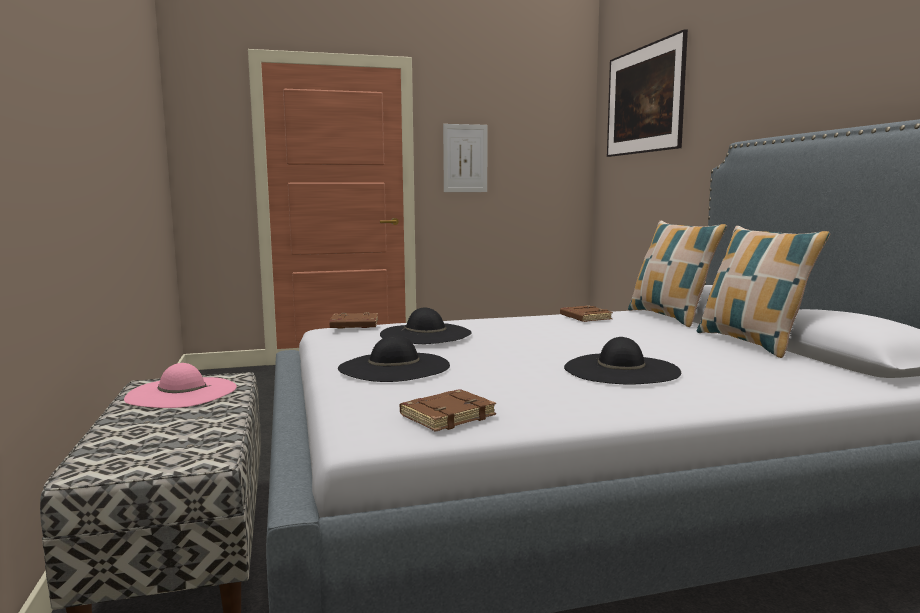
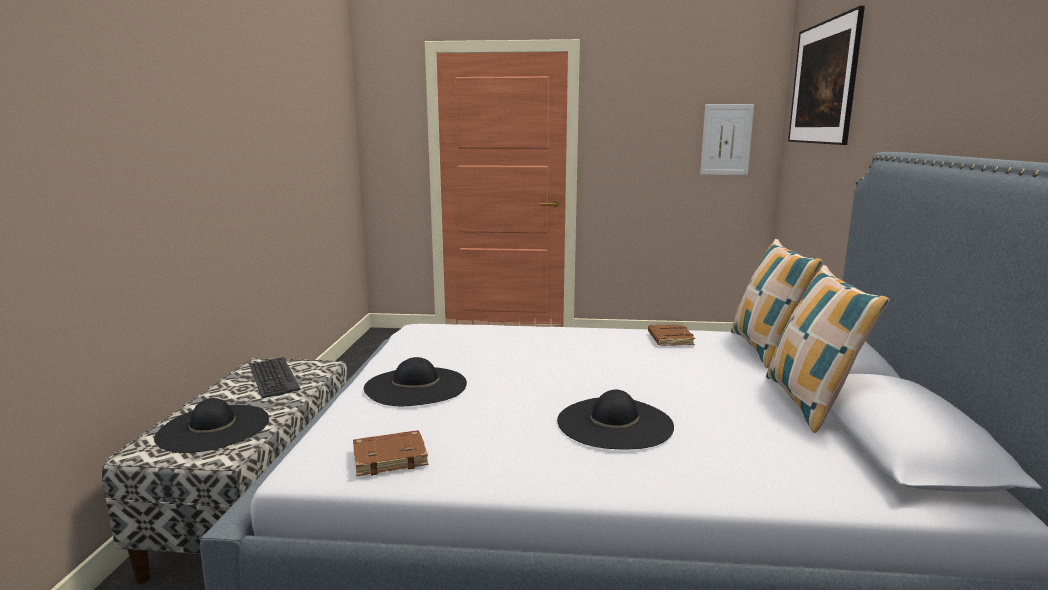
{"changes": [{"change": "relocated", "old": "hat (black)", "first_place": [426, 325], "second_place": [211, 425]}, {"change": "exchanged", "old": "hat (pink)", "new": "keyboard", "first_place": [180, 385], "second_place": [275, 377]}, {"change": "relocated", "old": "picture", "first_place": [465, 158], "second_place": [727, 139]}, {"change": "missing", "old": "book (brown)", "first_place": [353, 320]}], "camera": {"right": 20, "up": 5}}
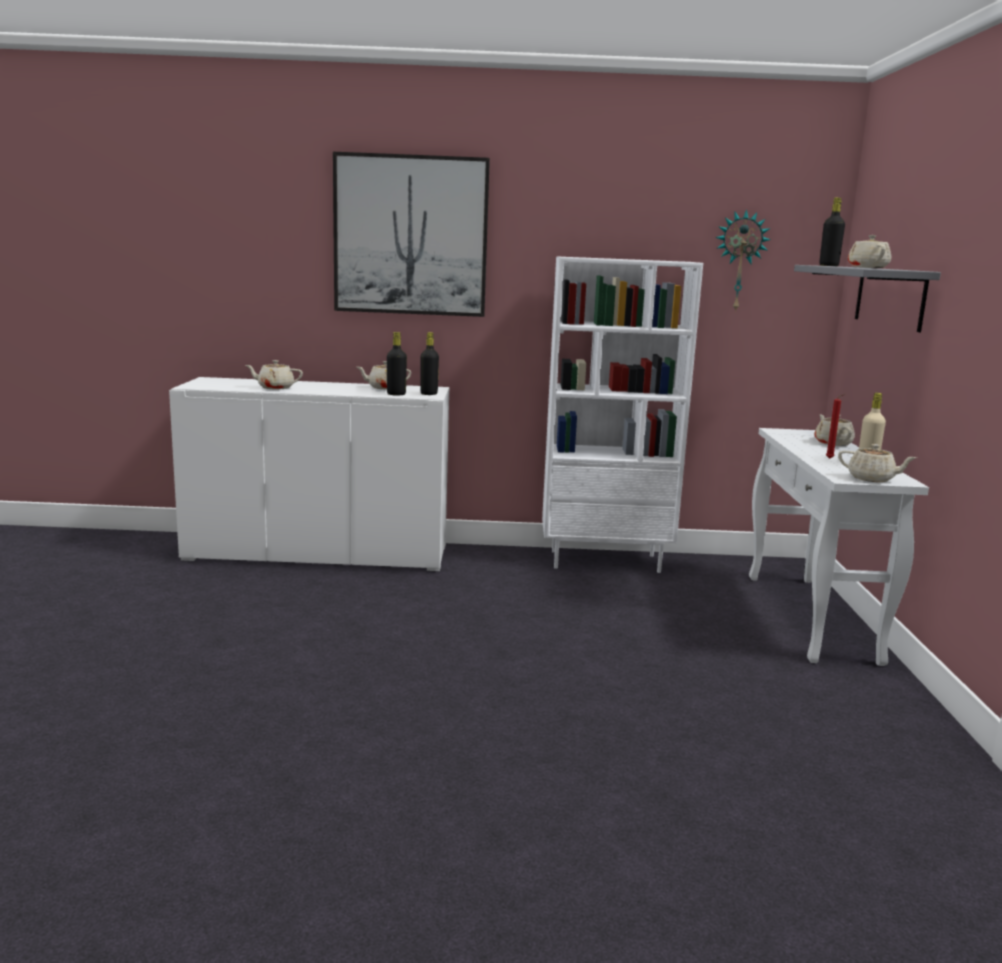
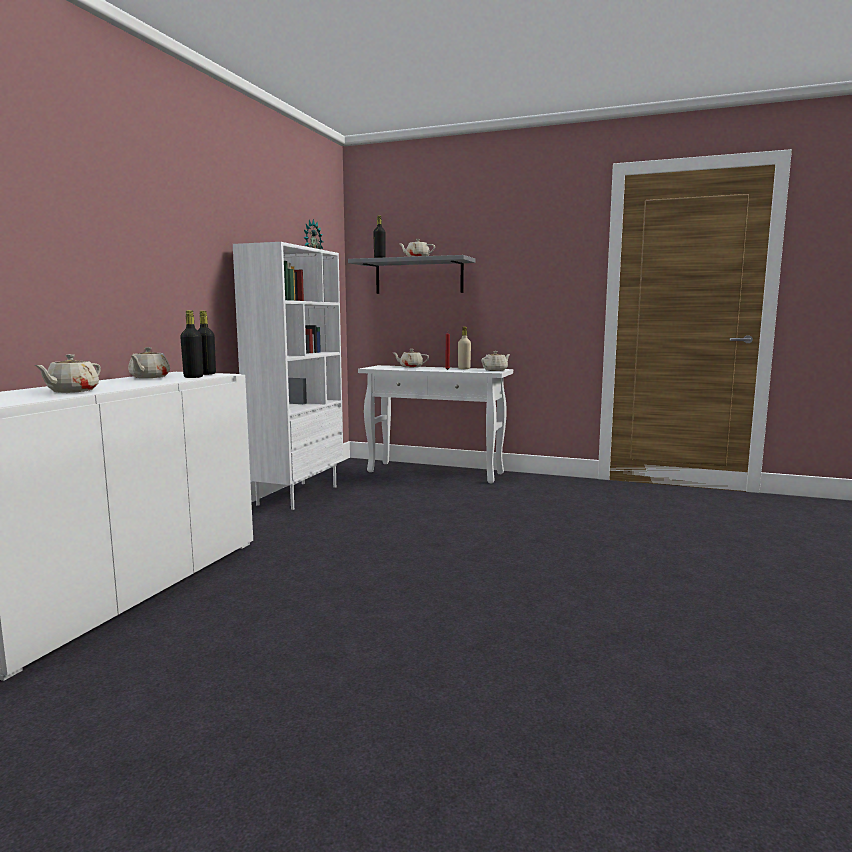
{"changes": [{"change": "missing", "old": "picture", "first_place": [411, 234]}], "camera": {"right": -70, "up": -5}}
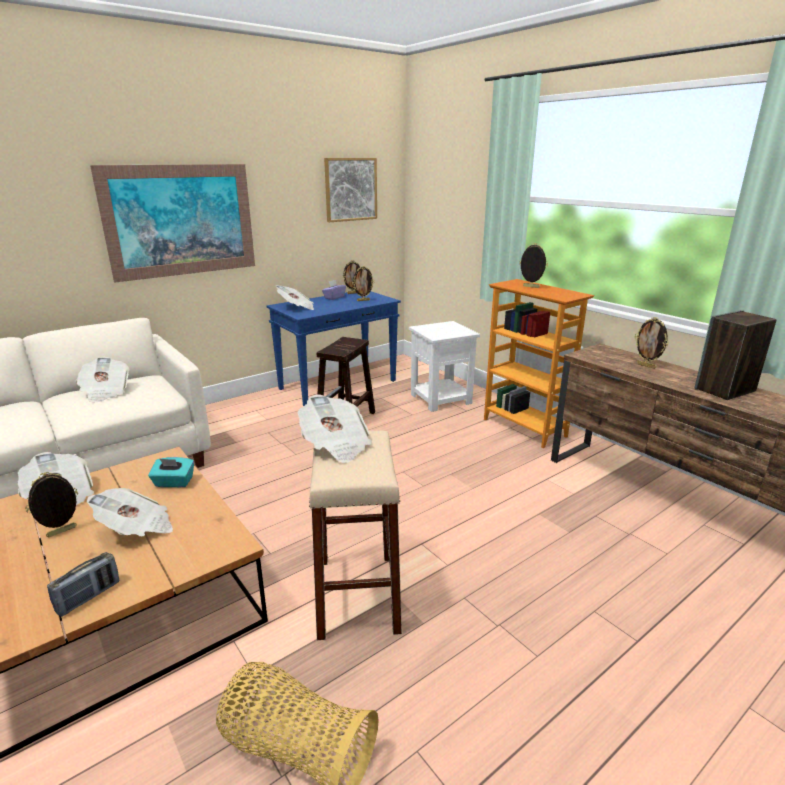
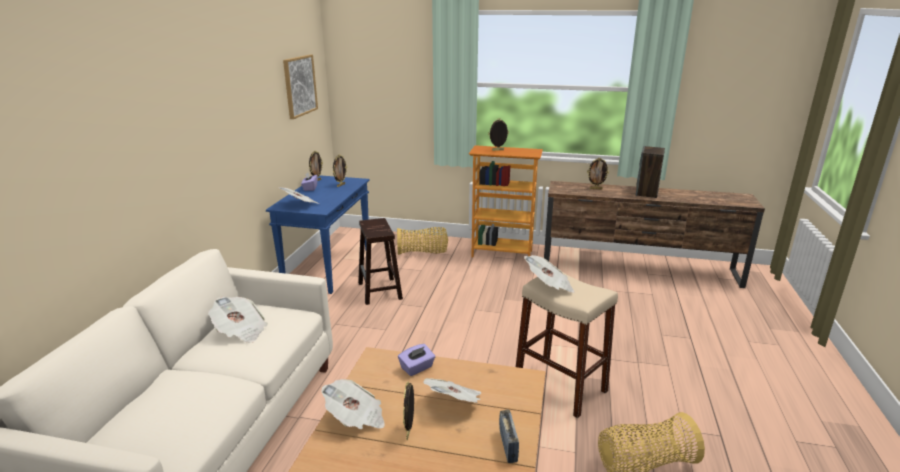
{"changes": [{"change": "exchanged", "old": "side table (white)", "new": "basket", "first_place": [444, 366], "second_place": [422, 241]}, {"change": "colour", "old": "tissue box (turquoise)", "new": "tissue box (purple)", "first_place": [171, 472], "second_place": [416, 360]}, {"change": "missing", "old": "picture", "first_place": [172, 223]}], "camera": {"right": -40, "up": 0}}
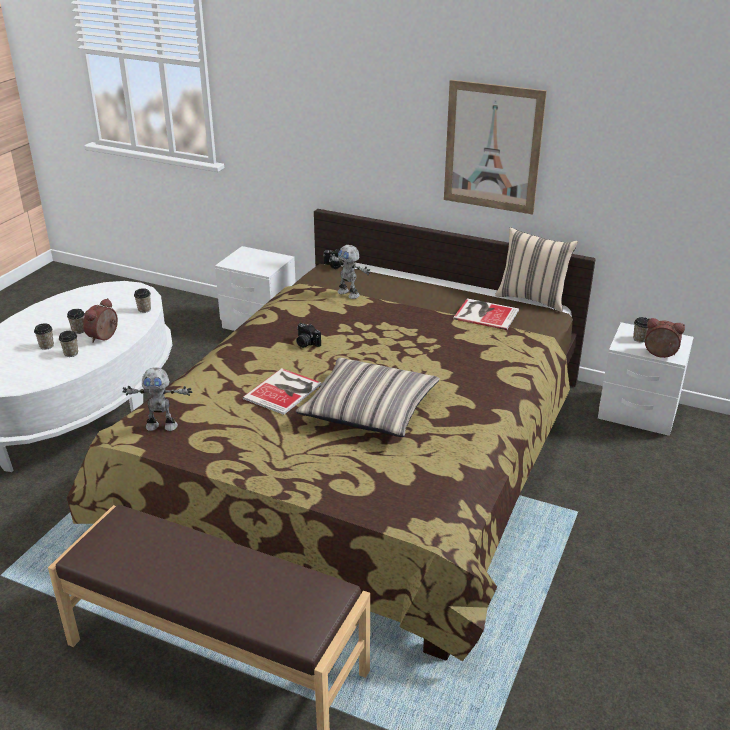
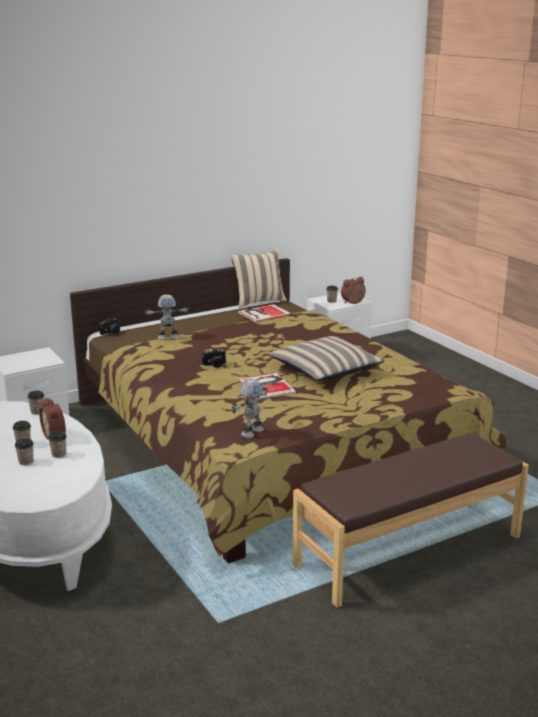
{"changes": [{"change": "missing", "old": "picture", "first_place": [495, 147]}], "camera": {"right": -55, "up": -10}}
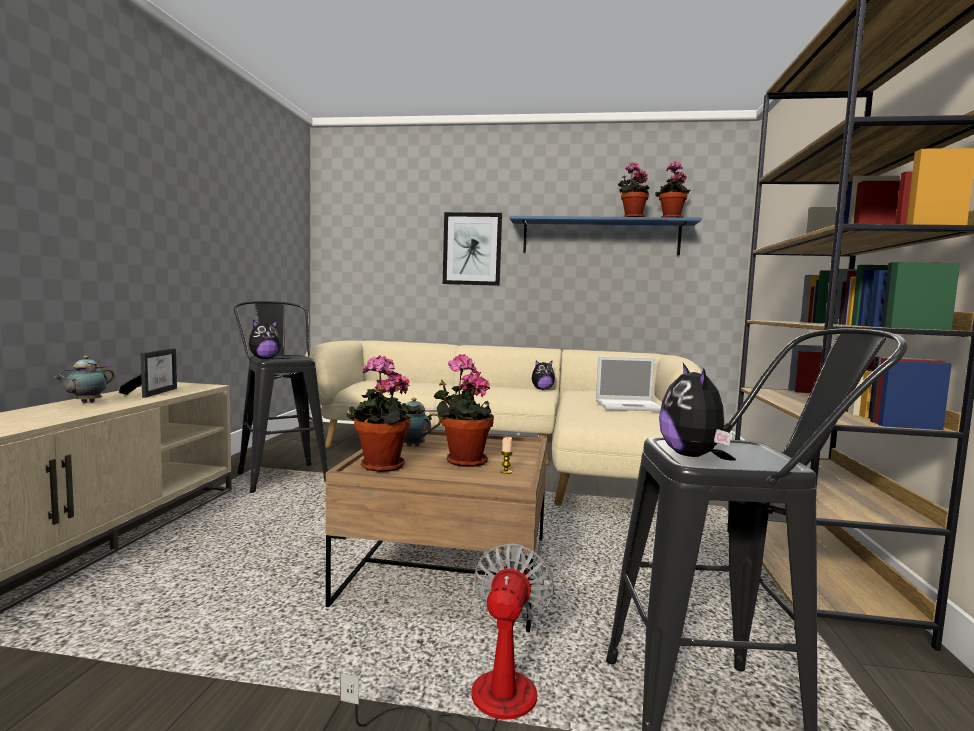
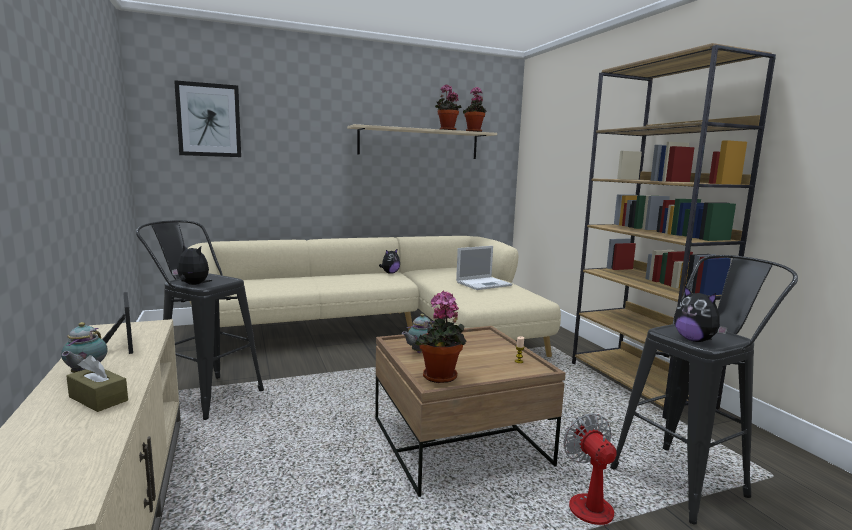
{"changes": [{"change": "appeared", "new": "tissue box (brown)", "second_place": [97, 383]}, {"change": "spun", "old": "plush toy", "first_place": [265, 339], "second_place": [190, 264], "degrees": -90}, {"change": "relocated", "old": "picture", "first_place": [472, 249], "second_place": [207, 118]}, {"change": "colour", "old": "shelf (blue)", "new": "shelf (beige)", "first_place": [605, 235], "second_place": [422, 141]}, {"change": "missing", "old": "potted plant", "first_place": [464, 410]}], "camera": {"right": -30, "up": 5}}
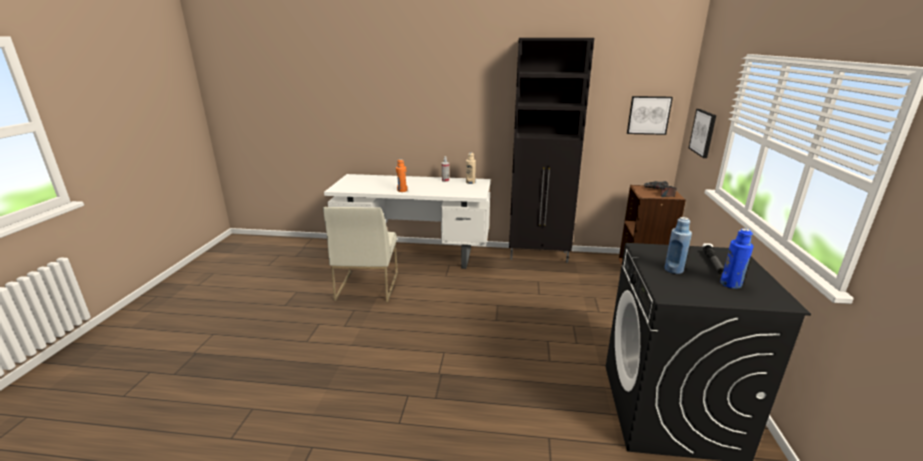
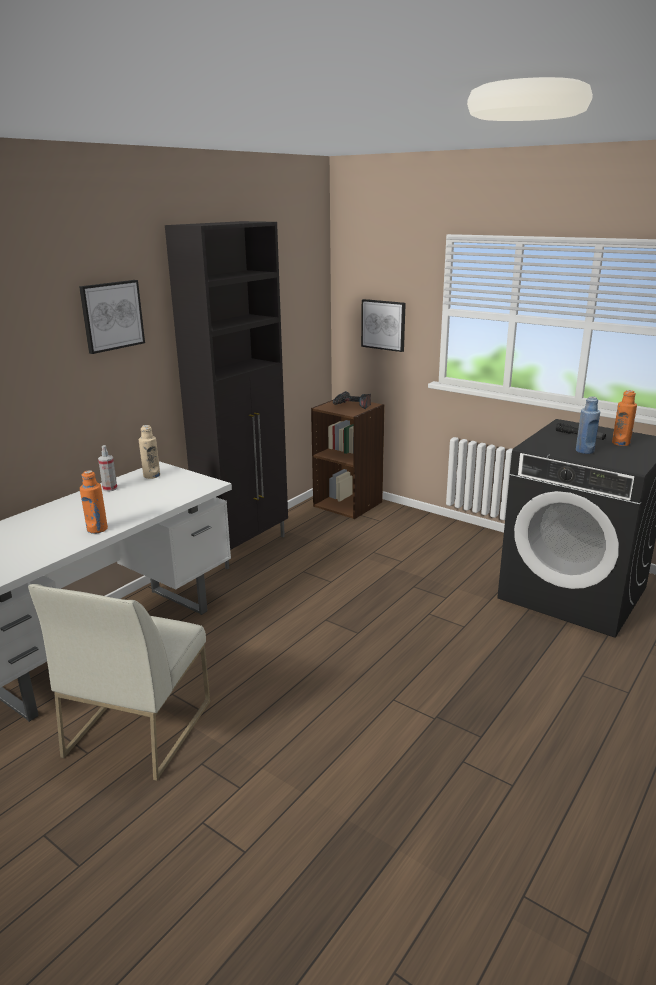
{"changes": [{"change": "spun", "old": "chair (white)", "first_place": [360, 254], "second_place": [119, 682], "degrees": 75}, {"change": "relocated", "old": "picture", "first_place": [650, 115], "second_place": [112, 317]}, {"change": "colour", "old": "bottle (blue)", "new": "bottle (orange)", "first_place": [737, 258], "second_place": [624, 418]}], "camera": {"right": -60, "up": 0}}
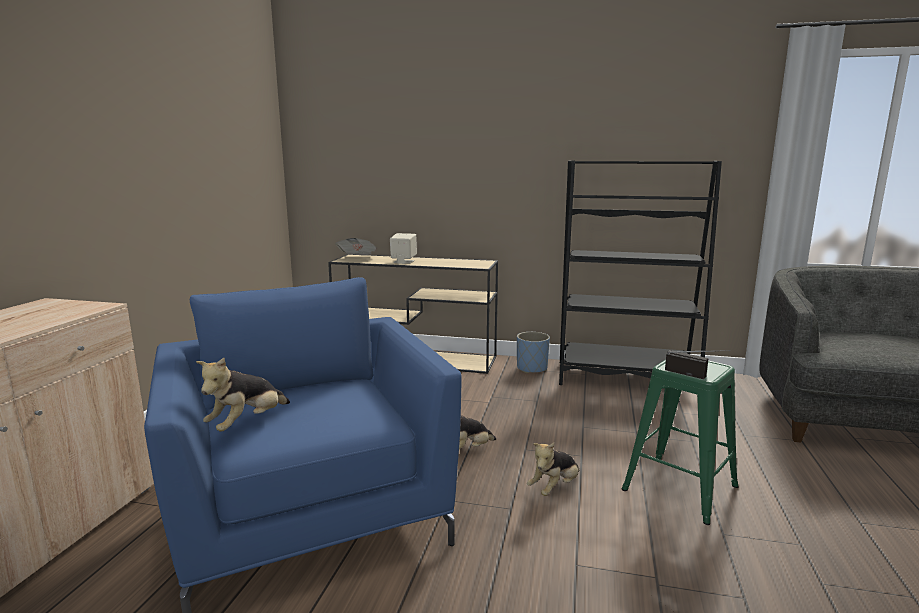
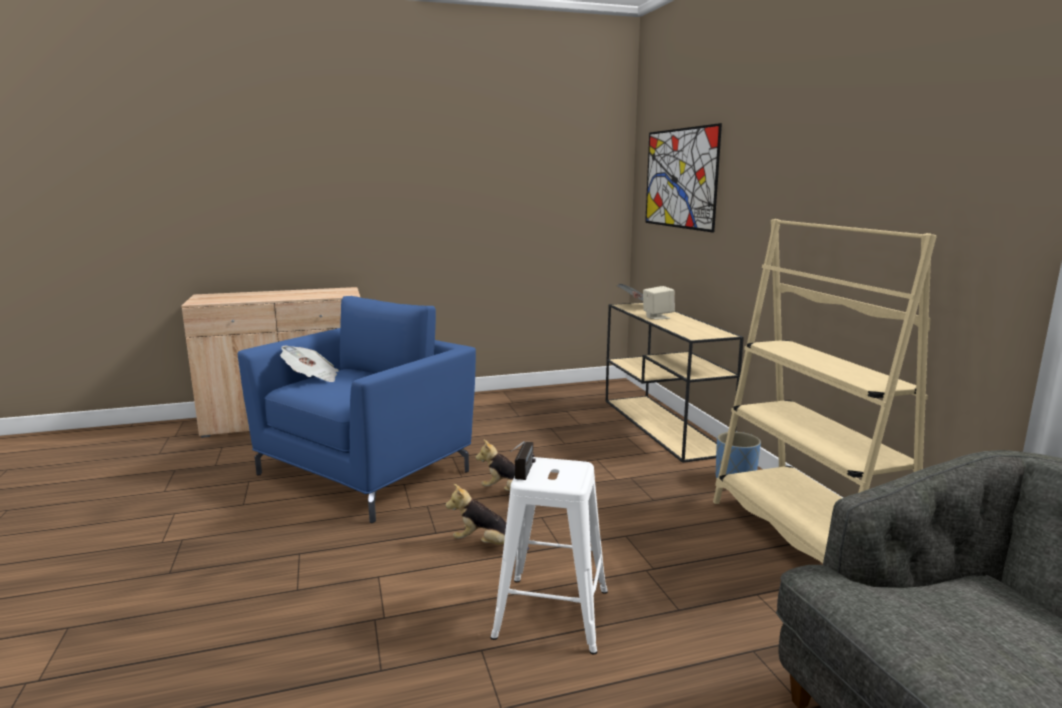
{"changes": [{"change": "exchanged", "old": "plush toy", "new": "newspaper", "first_place": [243, 395], "second_place": [309, 364]}, {"change": "colour", "old": "stool (green)", "new": "stool (white)", "first_place": [680, 442], "second_place": [549, 555]}, {"change": "appeared", "new": "picture", "second_place": [683, 178]}, {"change": "colour", "old": "bookcase (black)", "new": "bookcase (beige)", "first_place": [640, 272], "second_place": [825, 391]}], "camera": {"right": 60, "up": 0}}
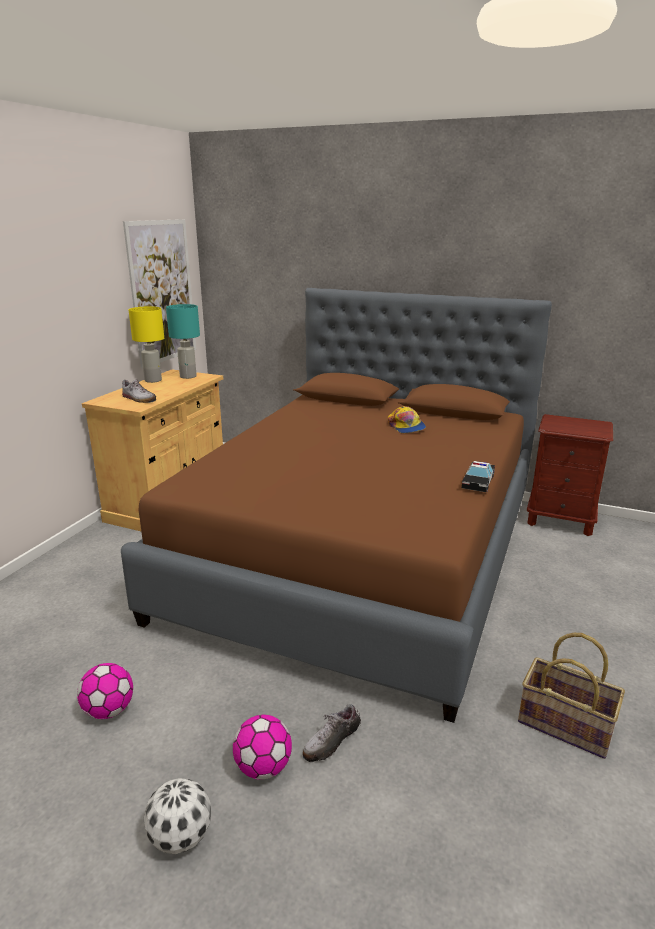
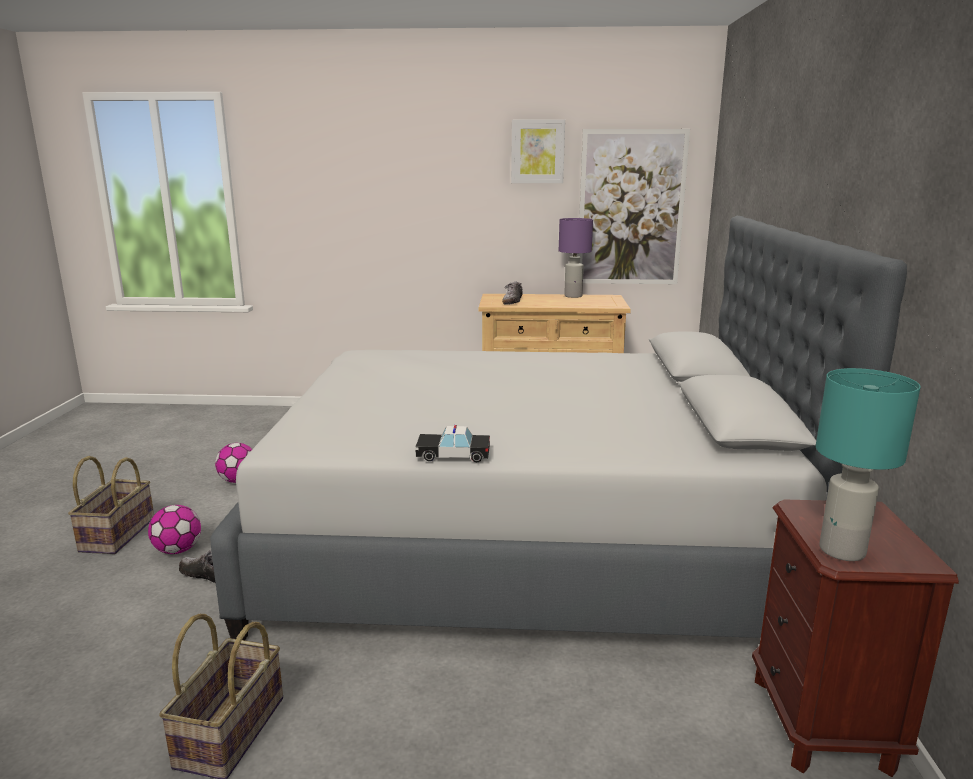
{"changes": [{"change": "exchanged", "old": "football", "new": "basket", "first_place": [177, 816], "second_place": [111, 505]}, {"change": "colour", "old": "bed (brown)", "new": "bed (grey)", "first_place": [336, 505], "second_place": [558, 428]}, {"change": "appeared", "new": "picture", "second_place": [538, 151]}, {"change": "colour", "old": "table lamp (yellow)", "new": "table lamp (purple)", "first_place": [146, 344], "second_place": [576, 258]}, {"change": "relocated", "old": "table lamp (turquoise)", "first_place": [183, 341], "second_place": [868, 464]}, {"change": "missing", "old": "cap", "first_place": [406, 419]}], "camera": {"right": 70, "up": -5}}
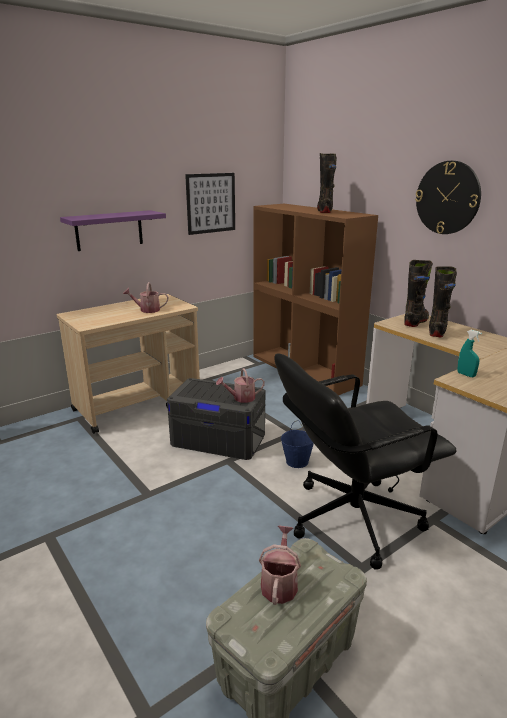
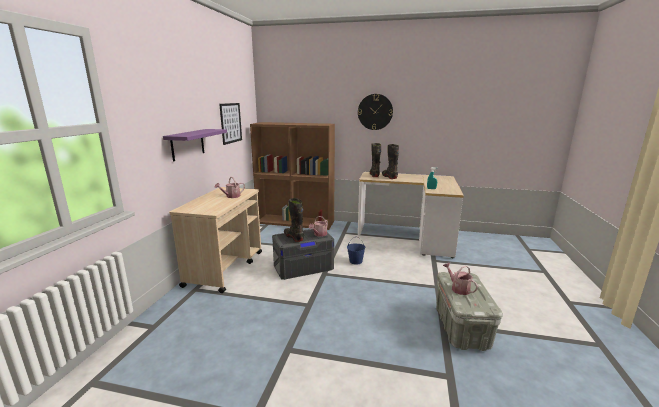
{"changes": [{"change": "relocated", "old": "boot (black)", "first_place": [327, 183], "second_place": [294, 220]}, {"change": "missing", "old": "office chair (black)", "first_place": [366, 461]}], "camera": {"right": -40, "up": -5}}
